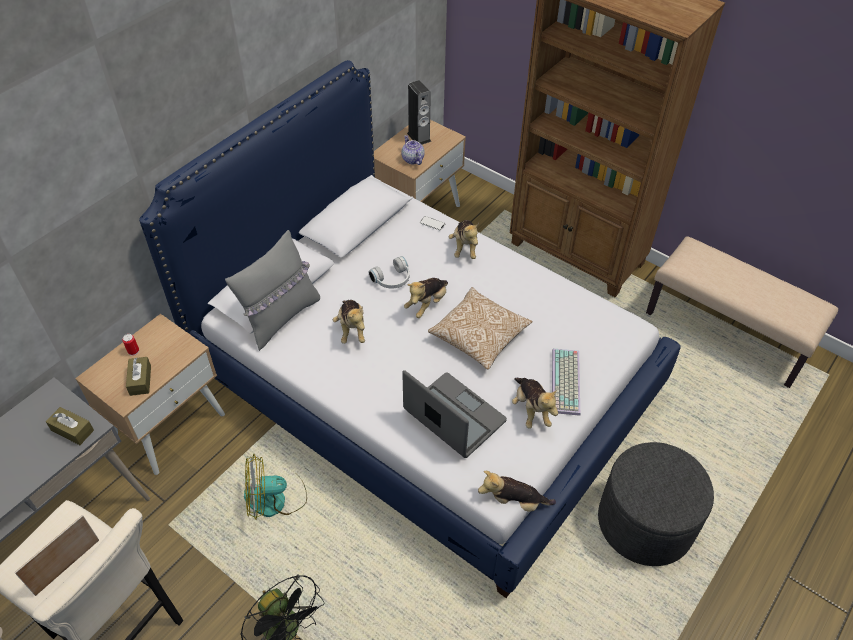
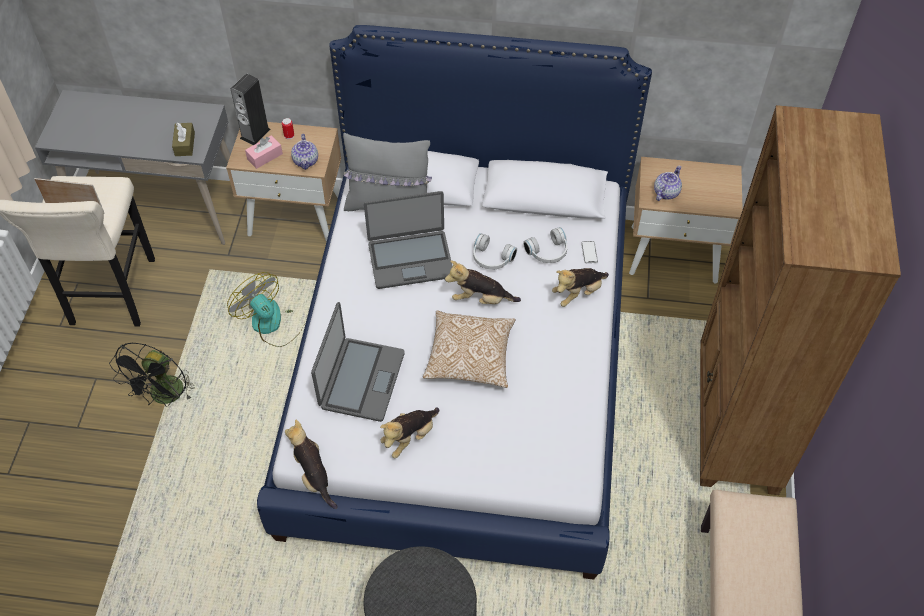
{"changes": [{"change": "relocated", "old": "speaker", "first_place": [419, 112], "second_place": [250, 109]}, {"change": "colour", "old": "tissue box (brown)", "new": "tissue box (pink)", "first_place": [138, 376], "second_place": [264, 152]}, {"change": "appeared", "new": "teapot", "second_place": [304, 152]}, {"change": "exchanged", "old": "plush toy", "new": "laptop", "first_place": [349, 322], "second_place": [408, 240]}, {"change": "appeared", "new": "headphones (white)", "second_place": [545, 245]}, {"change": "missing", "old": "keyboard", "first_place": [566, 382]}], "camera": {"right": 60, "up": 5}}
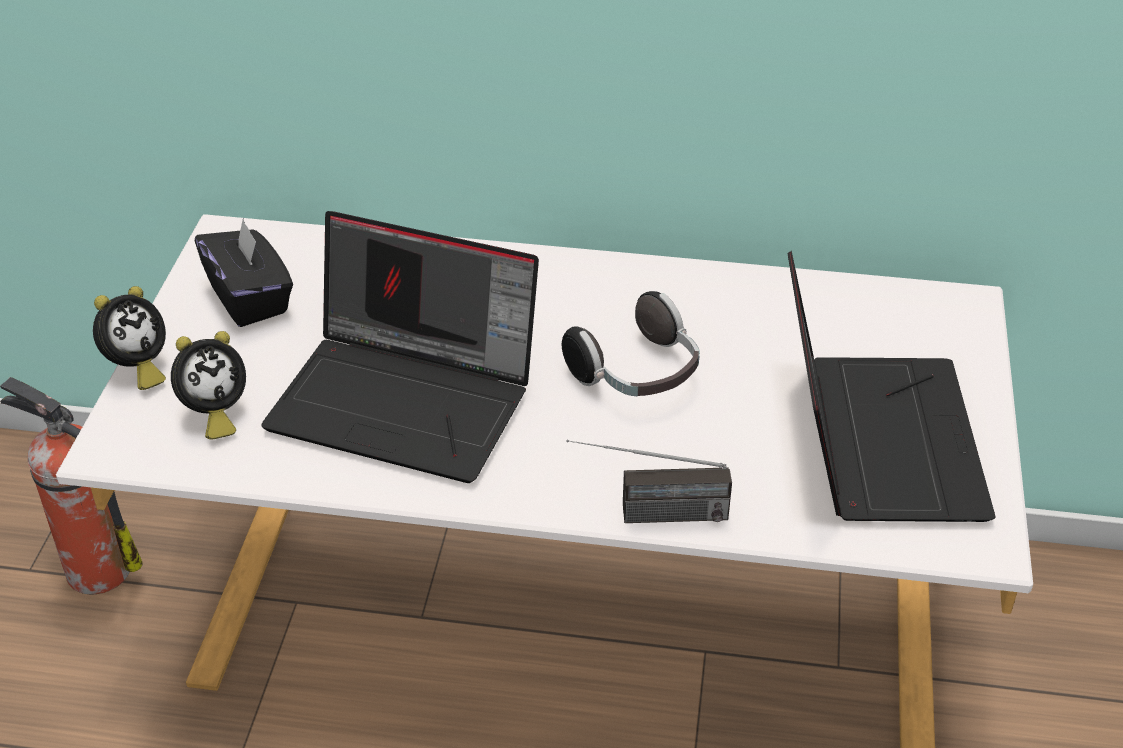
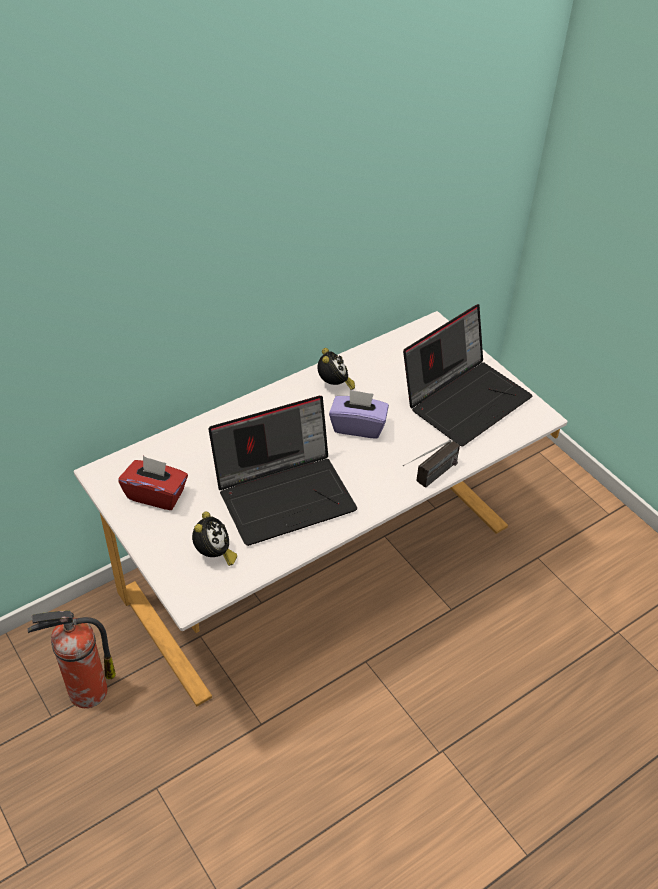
{"changes": [{"change": "colour", "old": "tissue box (black)", "new": "tissue box (red)", "first_place": [244, 272], "second_place": [153, 483]}, {"change": "relocated", "old": "alarm clock", "first_place": [129, 338], "second_place": [336, 369]}, {"change": "exchanged", "old": "headphones", "new": "tissue box (purple)", "first_place": [631, 343], "second_place": [359, 414]}, {"change": "spun", "old": "laptop", "first_place": [891, 386], "second_place": [468, 375], "degrees": 90}], "camera": {"right": -45, "up": 5}}
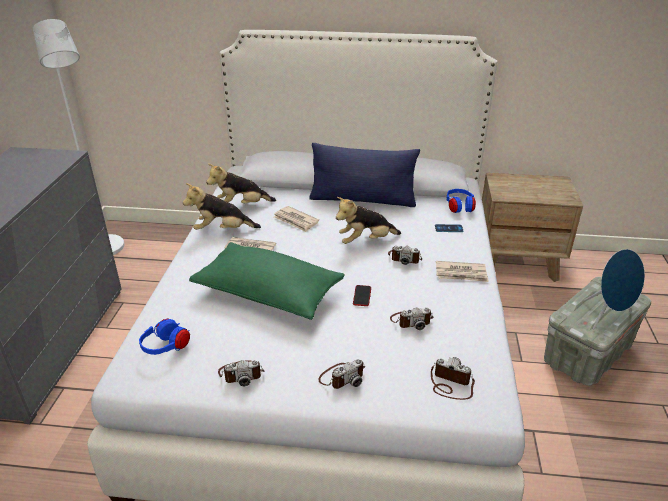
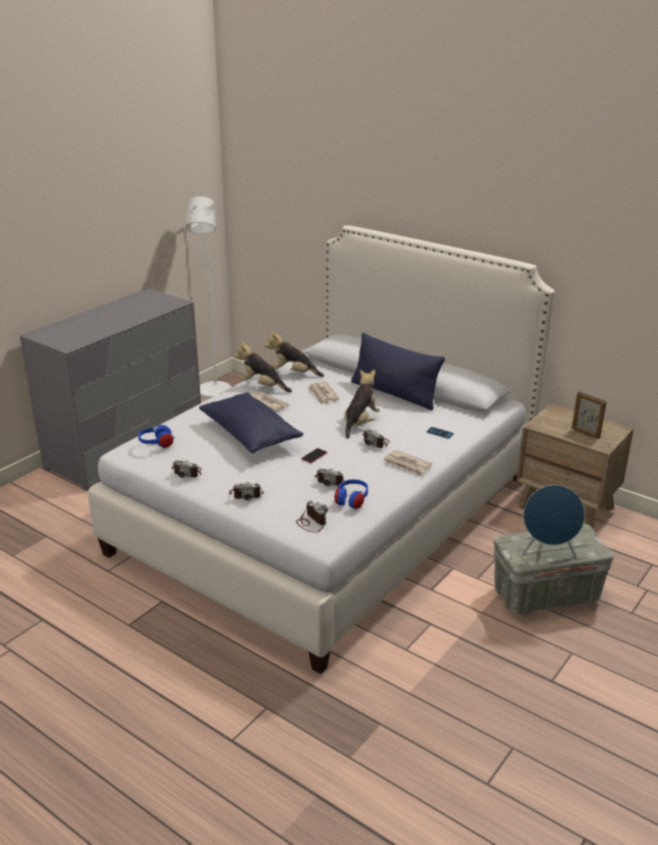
{"changes": [{"change": "colour", "old": "pillow (green)", "new": "pillow (blue)", "first_place": [267, 281], "second_place": [251, 422]}, {"change": "relocated", "old": "headphones (blue)", "first_place": [461, 201], "second_place": [351, 494]}, {"change": "spun", "old": "plush toy", "first_place": [368, 220], "second_place": [362, 404], "degrees": 105}, {"change": "appeared", "new": "picture frame", "second_place": [589, 415]}], "camera": {"right": 30, "up": -5}}
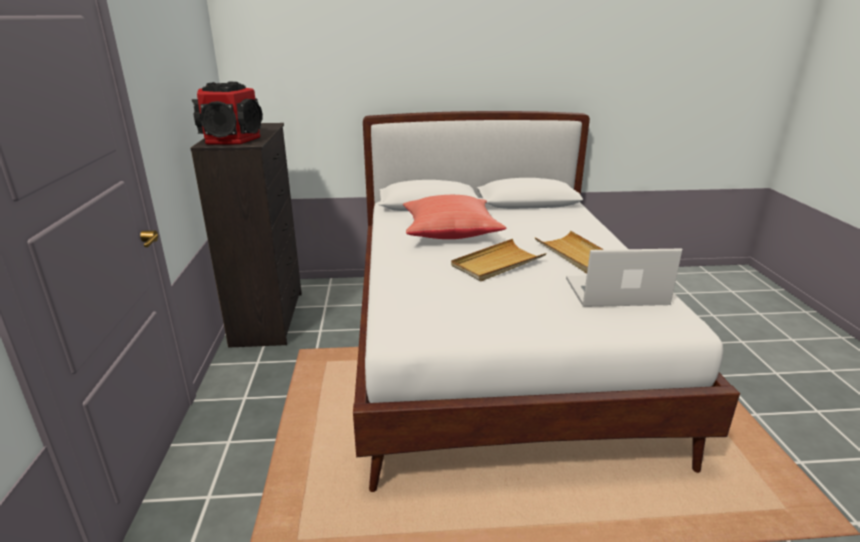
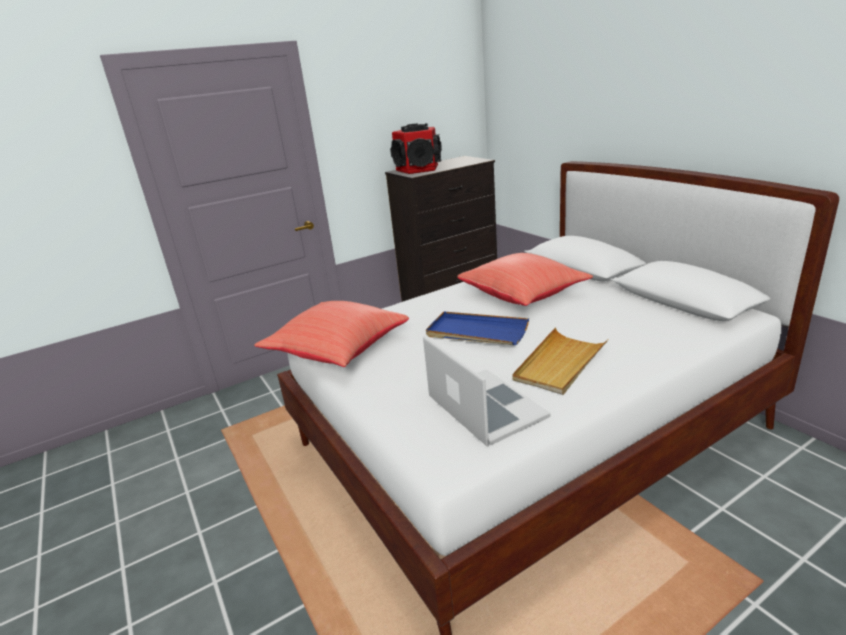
{"changes": [{"change": "appeared", "new": "pillow (red)", "second_place": [331, 334]}, {"change": "colour", "old": "tray (beige)", "new": "tray (blue)", "first_place": [498, 260], "second_place": [477, 328]}], "camera": {"right": 65, "up": 0}}
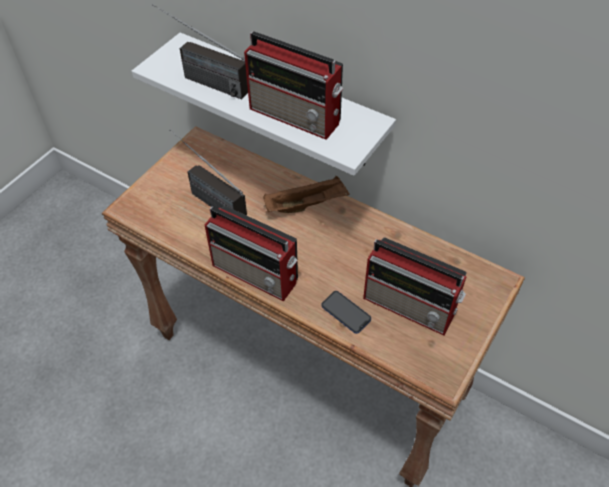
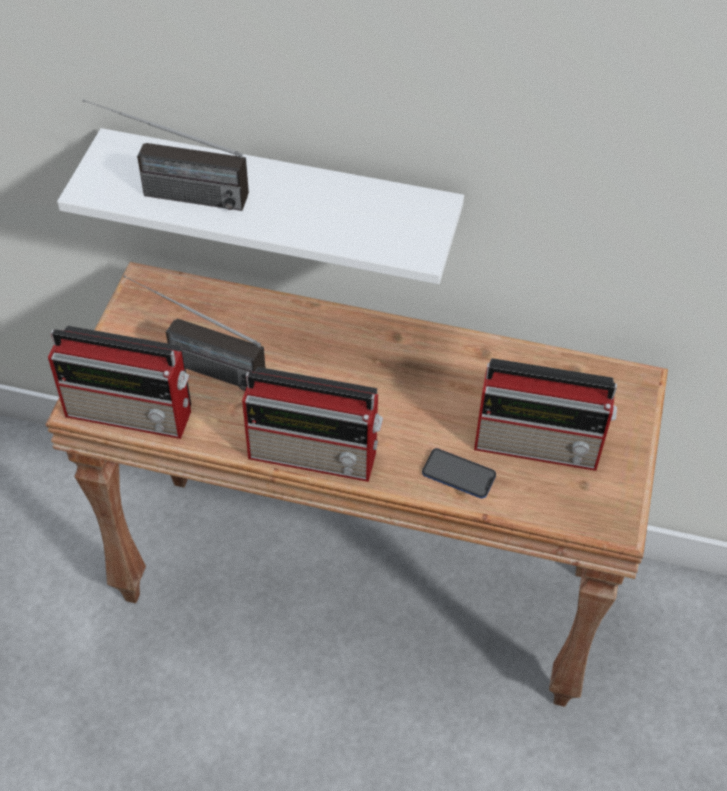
{"changes": [{"change": "relocated", "old": "radio", "first_place": [293, 85], "second_place": [119, 382]}, {"change": "missing", "old": "tray (brown)", "first_place": [306, 194]}], "camera": {"right": -20, "up": 0}}
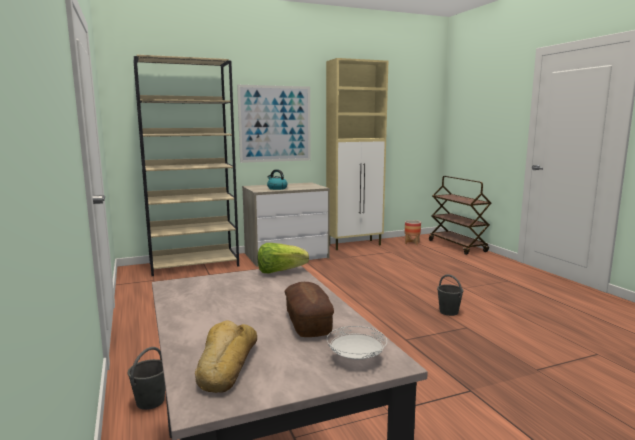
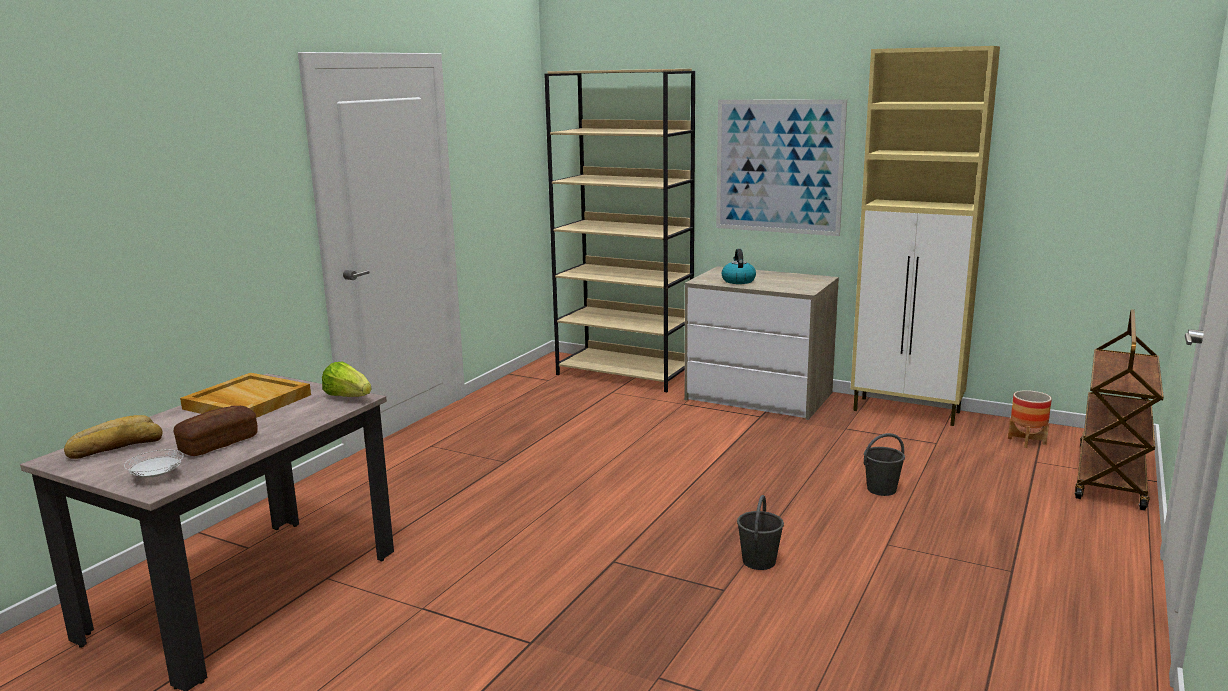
{"changes": [{"change": "appeared", "new": "tray (beige)", "second_place": [245, 395]}, {"change": "relocated", "old": "bucket (grey)", "first_place": [146, 378], "second_place": [884, 464]}], "camera": {"right": 50, "up": 5}}
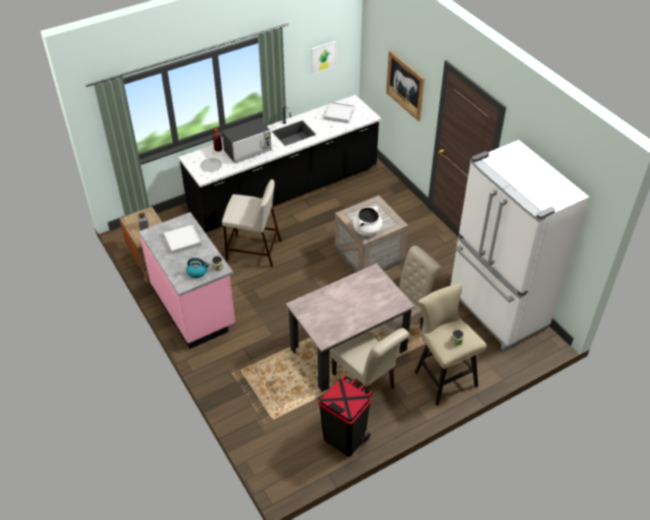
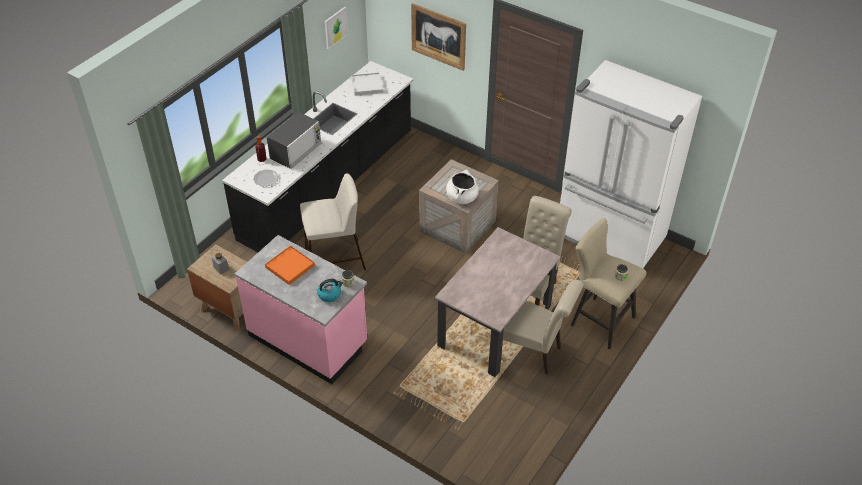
{"changes": [{"change": "colour", "old": "tray (white)", "new": "tray (orange)", "first_place": [182, 238], "second_place": [290, 265]}, {"change": "missing", "old": "trash can (black)", "first_place": [345, 415]}], "camera": {"right": -25, "up": 0}}
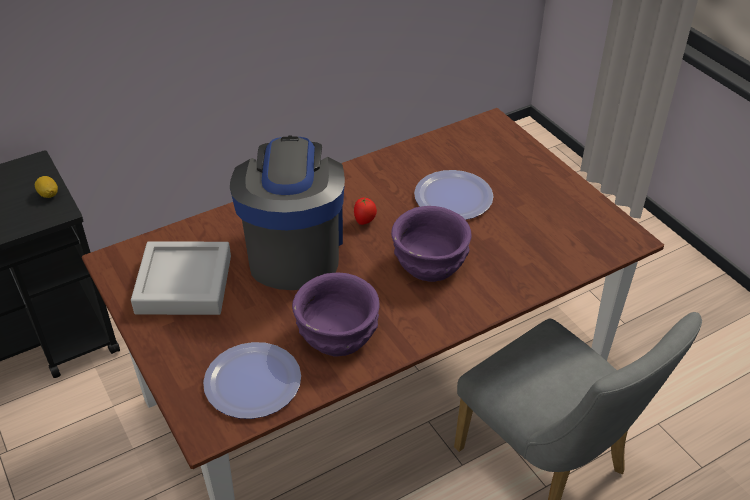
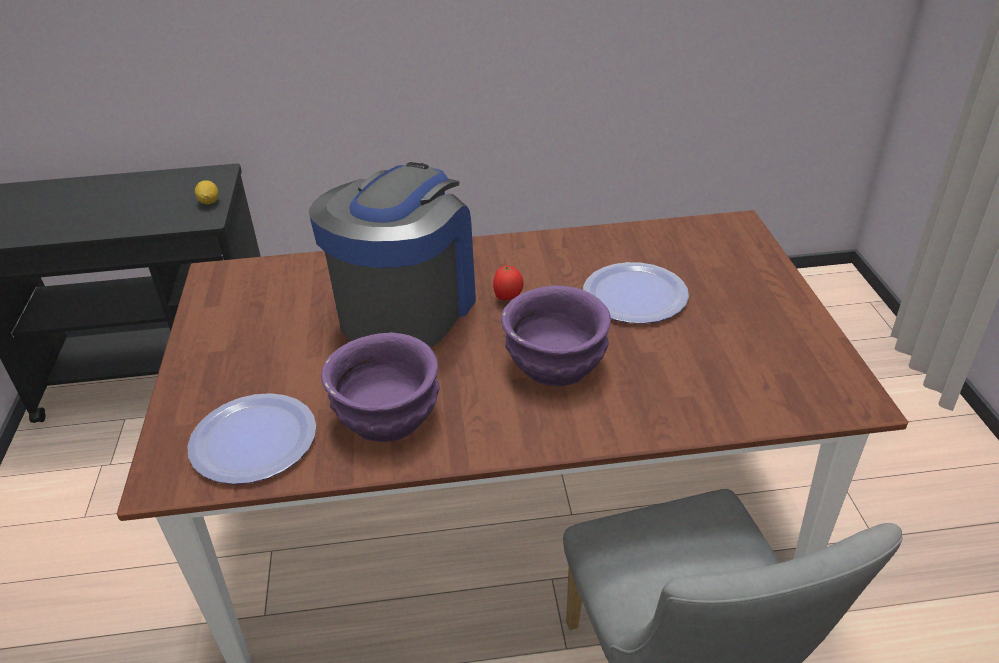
{"changes": [{"change": "missing", "old": "tray (grey)", "first_place": [181, 278]}], "camera": {"right": 25, "up": -5}}
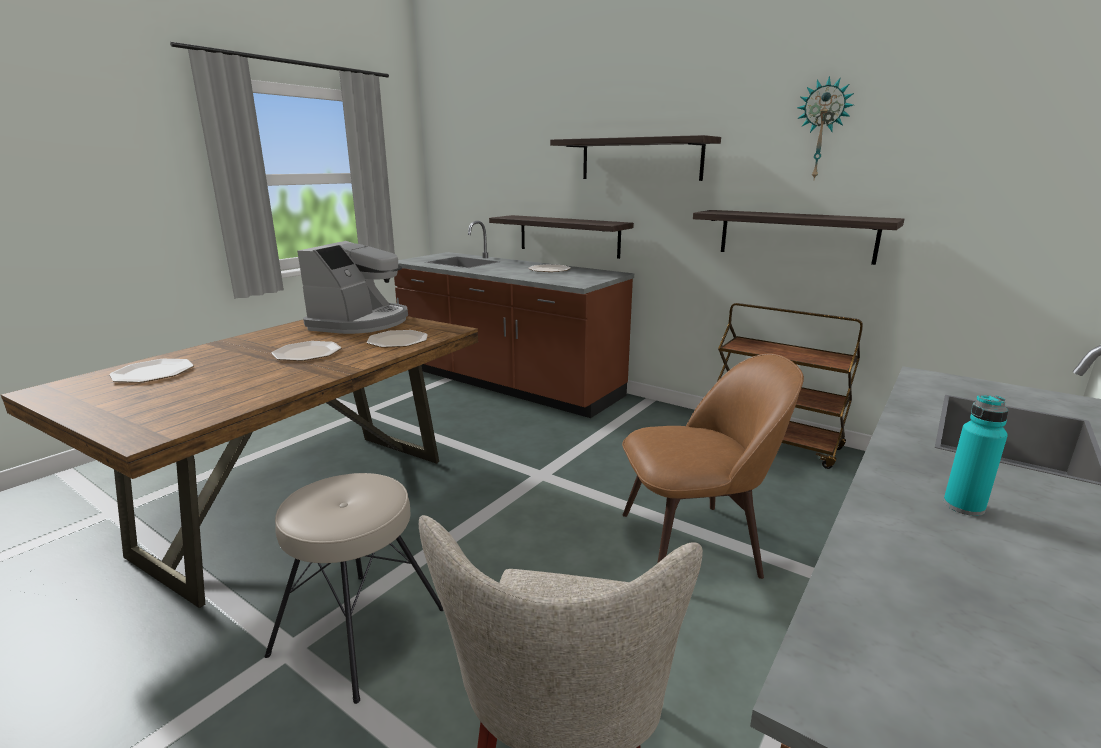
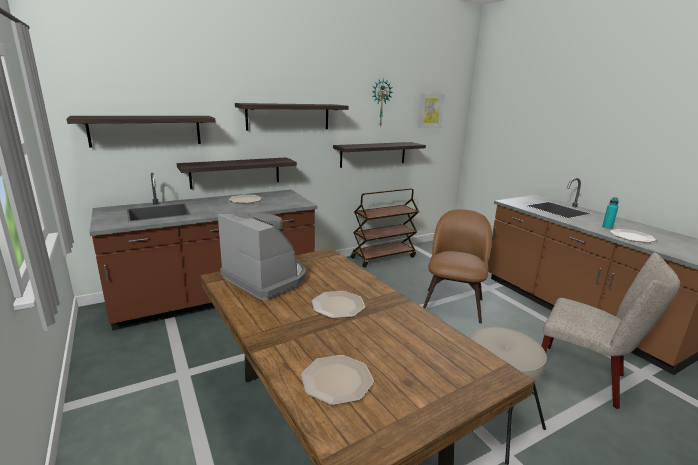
{"changes": [{"change": "appeared", "new": "shelf", "second_place": [141, 132]}, {"change": "appeared", "new": "picture", "second_place": [431, 110]}, {"change": "relocated", "old": "plate", "first_place": [397, 339], "second_place": [633, 236]}], "camera": {"right": -65, "up": 0}}
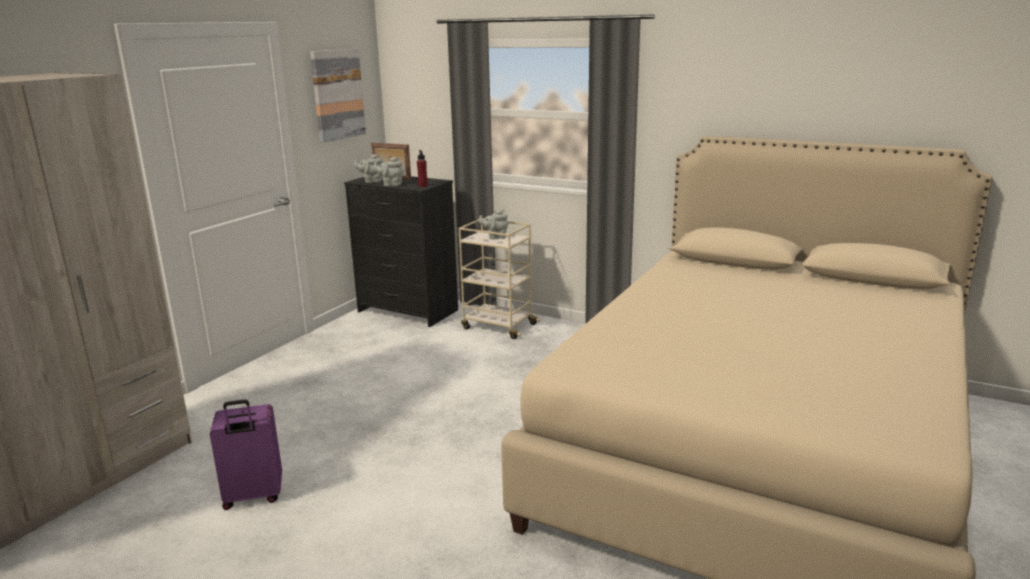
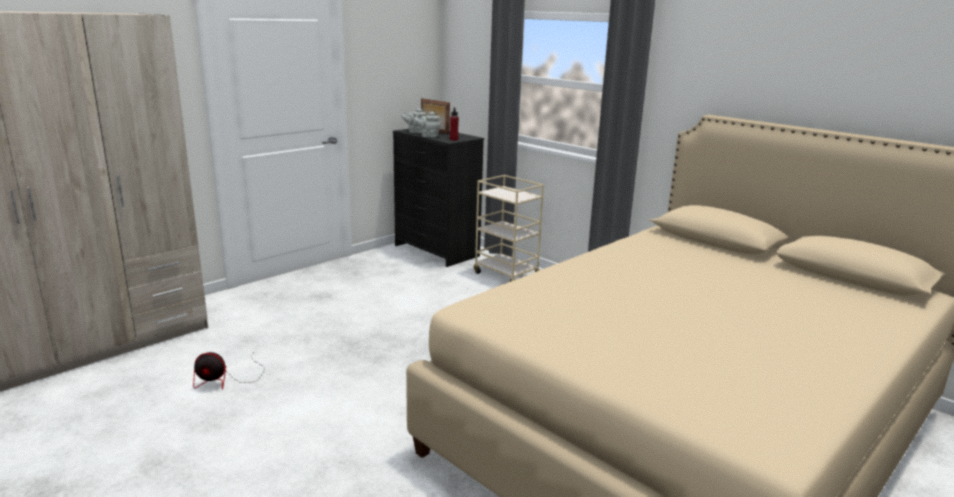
{"changes": [{"change": "exchanged", "old": "suitcase (purple)", "new": "fan", "first_place": [246, 454], "second_place": [229, 371]}, {"change": "missing", "old": "picture", "first_place": [338, 96]}, {"change": "missing", "old": "teapot (grey)", "first_place": [494, 224]}], "camera": {"right": 15, "up": 0}}
